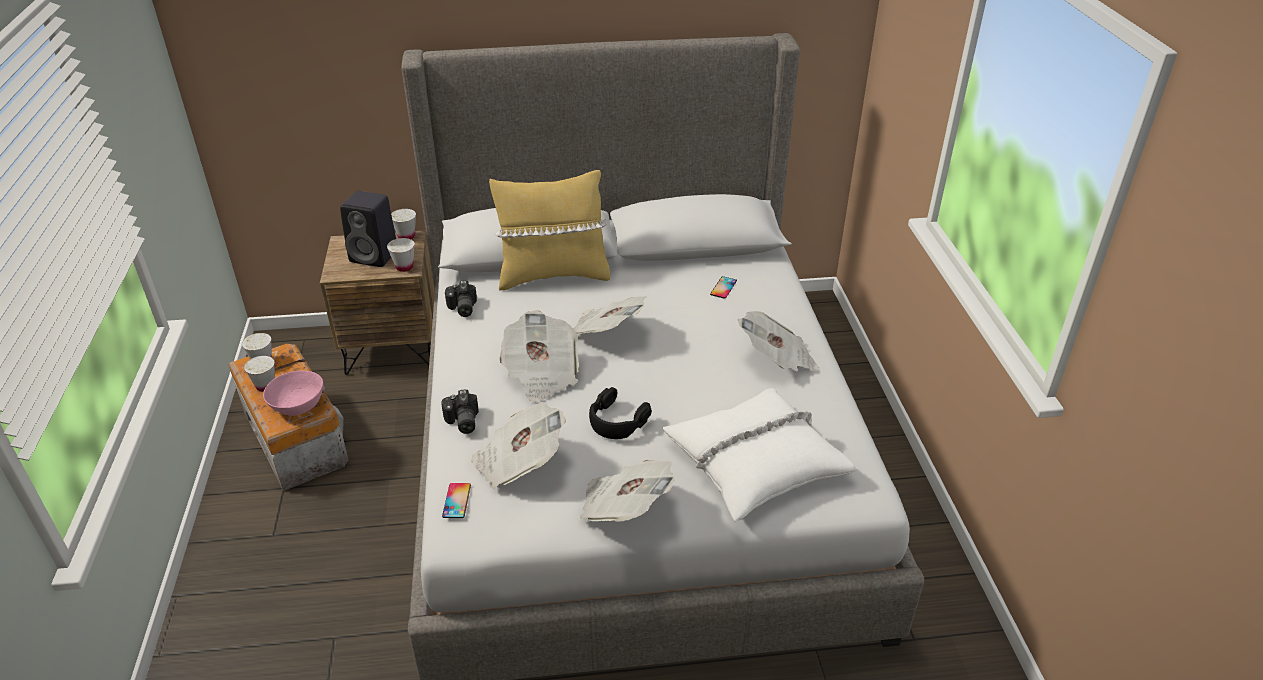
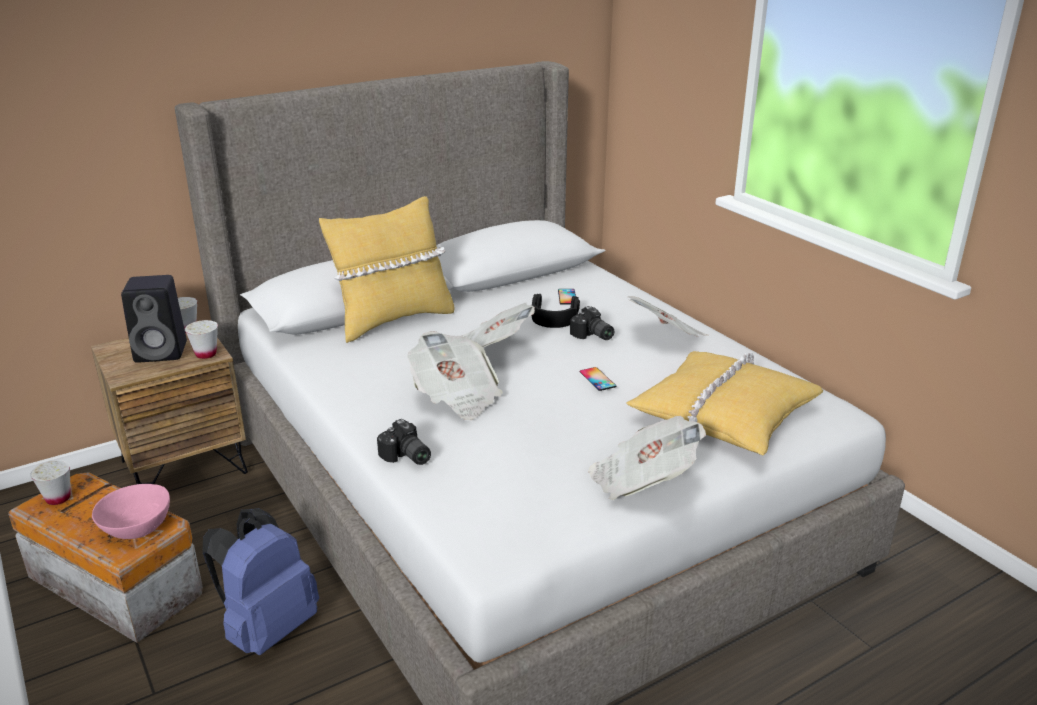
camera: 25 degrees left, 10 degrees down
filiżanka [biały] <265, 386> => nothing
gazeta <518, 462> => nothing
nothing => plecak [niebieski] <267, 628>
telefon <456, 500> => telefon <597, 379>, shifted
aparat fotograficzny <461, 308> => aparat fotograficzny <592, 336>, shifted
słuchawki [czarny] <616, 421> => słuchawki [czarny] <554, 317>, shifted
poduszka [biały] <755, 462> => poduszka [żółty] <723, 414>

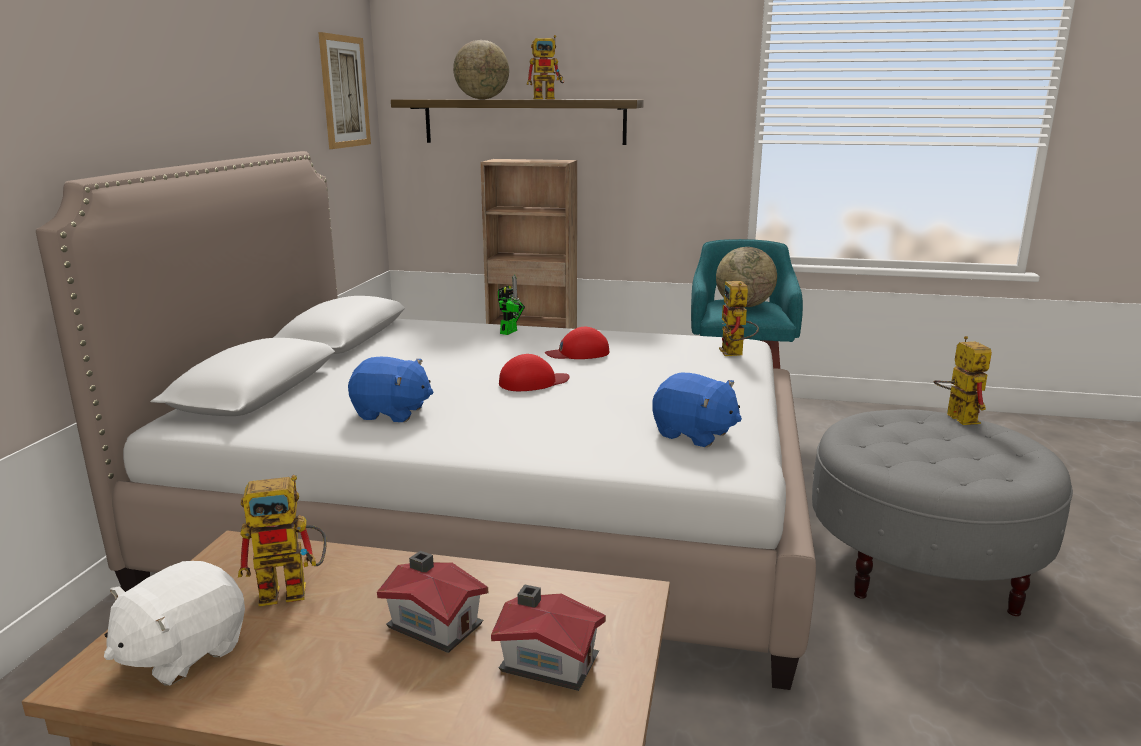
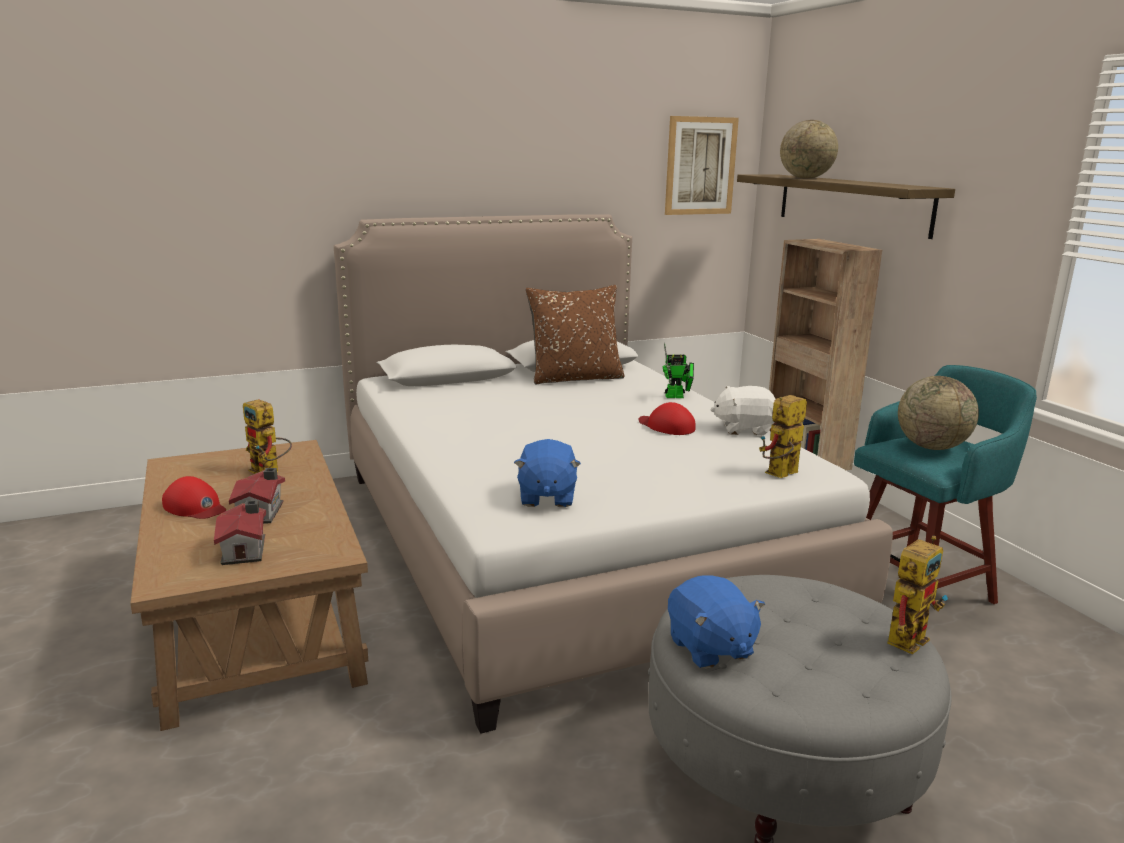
camera: 55 degrees right, 0 degrees up
robot zabawkowy <549, 99> => nothing
nothing => poduszka [brązowy] <575, 378>
pluszak [biały] <182, 653> => pluszak [biały] <744, 429>, shifted
pluszak [niebieski] <391, 413> => pluszak [niebieski] <710, 648>, shifted
czapka z daszkiem [czerwony] <533, 382> => czapka z daszkiem [czerwony] <195, 507>, shifted

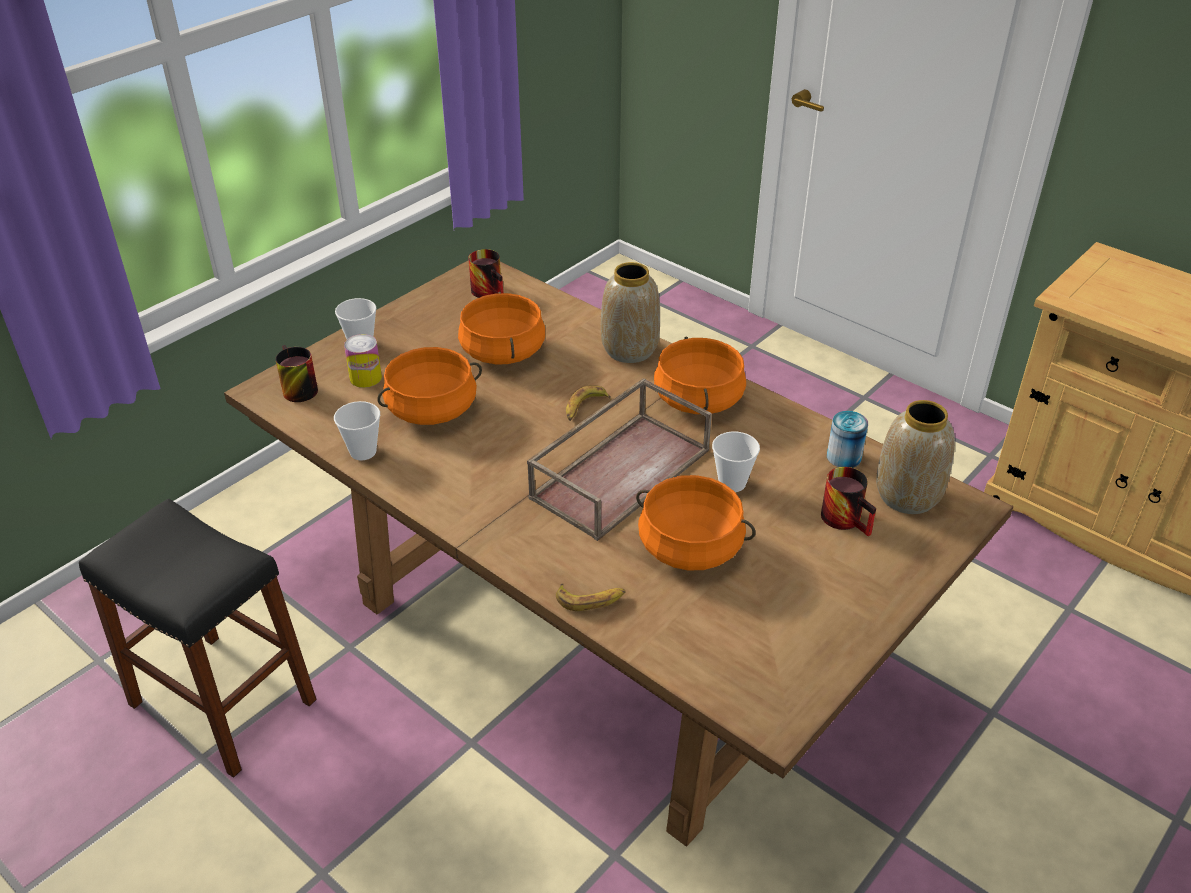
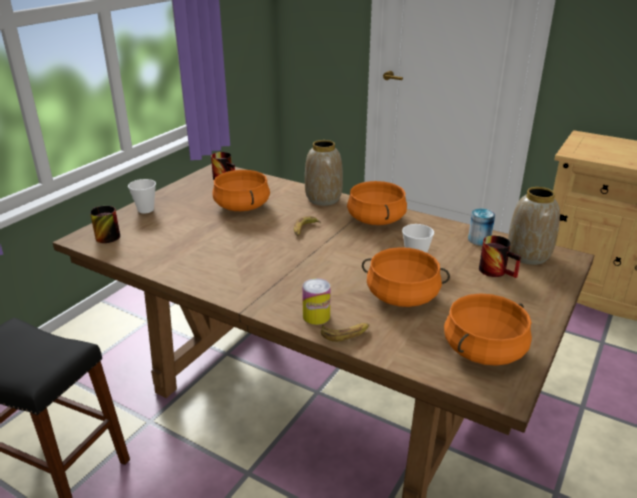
camera: 10 degrees left, 10 degrees down
filiżanka <363, 452> => nothing
taca [brązowy] <620, 472> => nothing
puszka <365, 378> => puszka <316, 316>, shifted
garnek [pomarańczowy] <432, 410> => garnek [pomarańczowy] <484, 350>, shifted

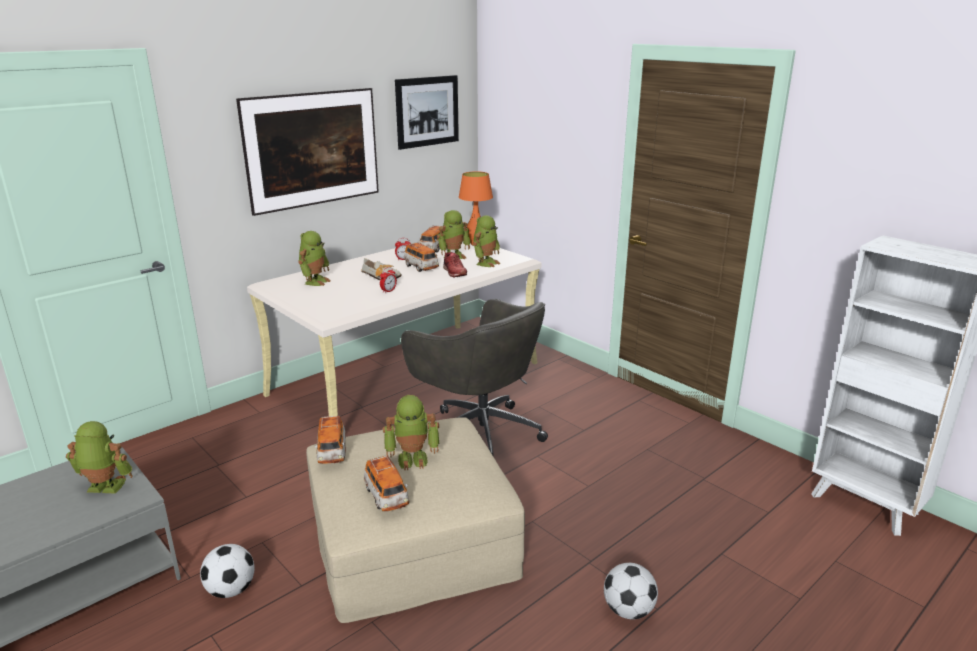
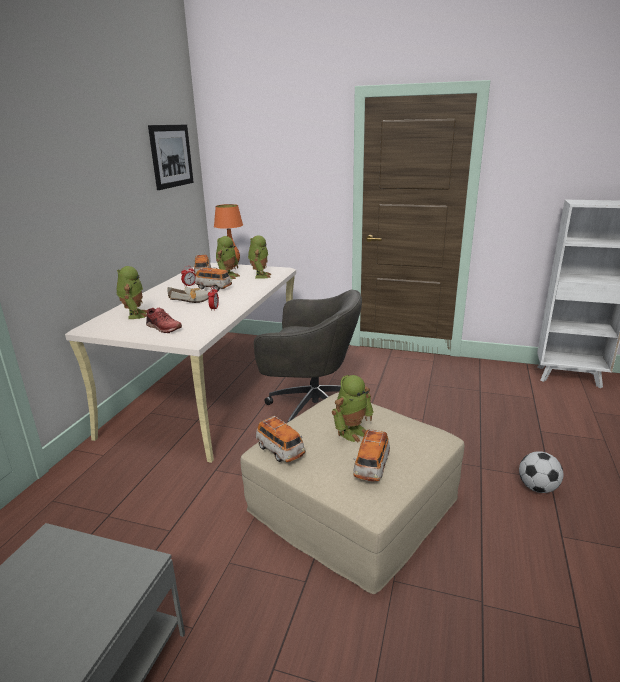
camera: 30 degrees left, 0 degrees up
robot zabawkowy <104, 488> => nothing
piłka futbolowa <231, 590> => nothing
obraz <315, 176> => nothing
but [czerwony] <454, 272> => but [czerwony] <163, 327>, shifted
samochodzik <386, 497> => samochodzik <371, 467>, 75 degrees clockwise

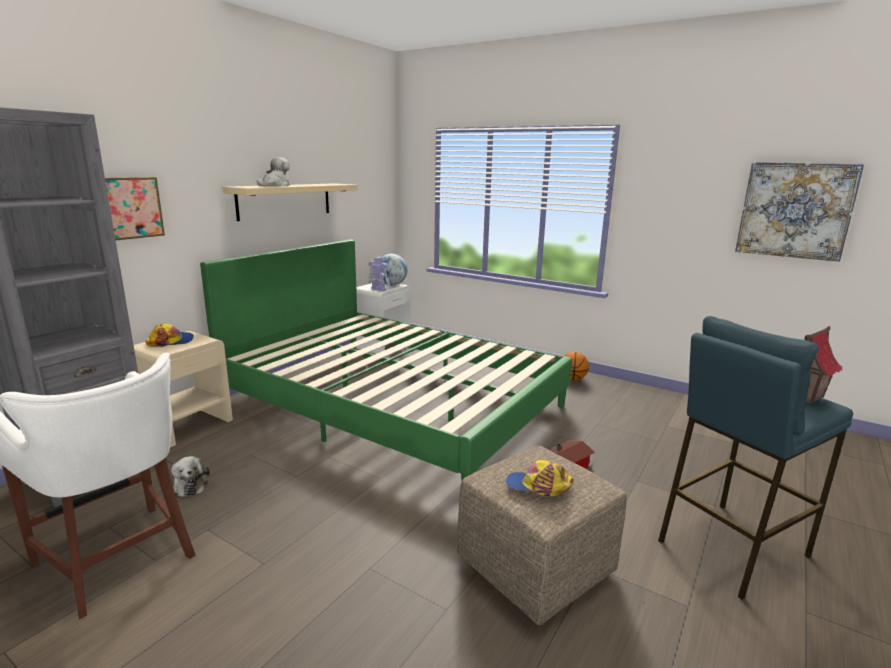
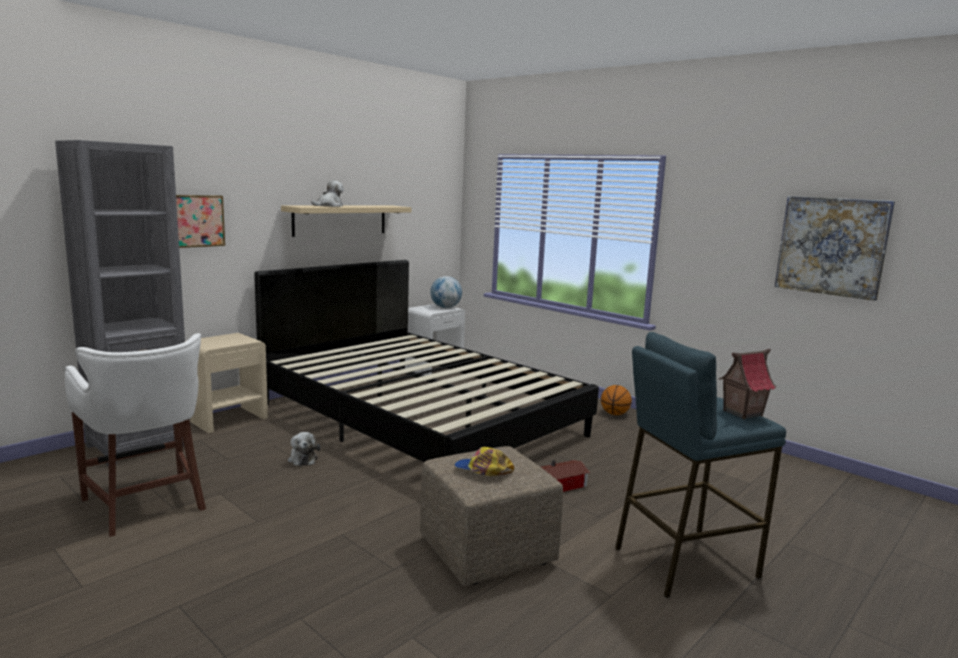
camera: 10 degrees right, 5 degrees down
czapka z daszkiem <171, 341> => nothing
robot zabawkowy <378, 289> => nothing
pluszak <189, 485> => pluszak <303, 458>, shifted
łóżko [zielony] <394, 403> => łóżko [czarny] <420, 419>

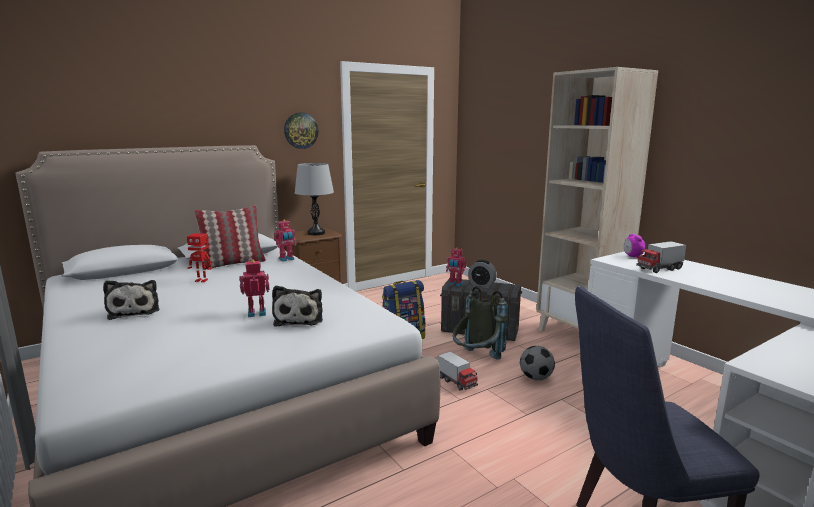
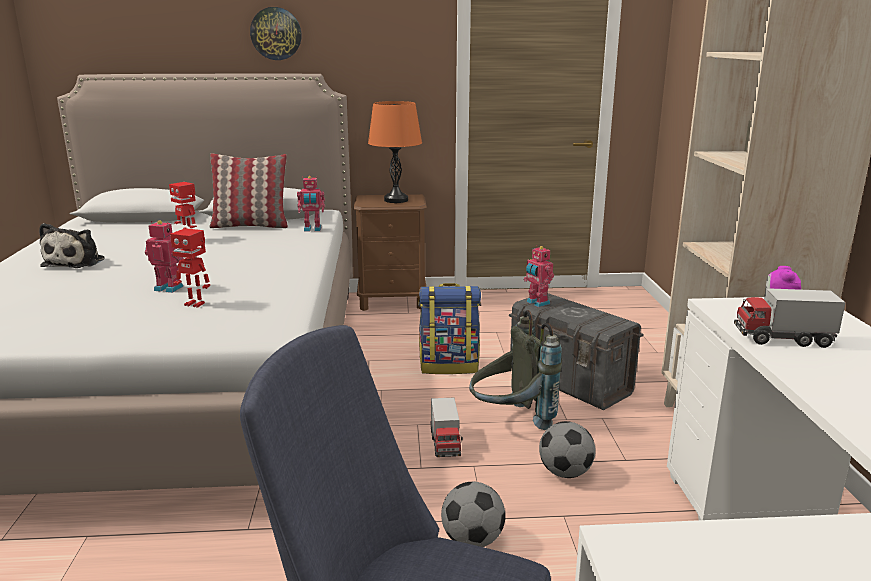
camera: 30 degrees right, 5 degrees up
budzik <481, 284> => nothing
nothing => piłka futbolowa <473, 540>
zegar ścienny <301, 130> => zegar ścienny <276, 33>, shifted
pluszak <299, 318> => robot zabawkowy <195, 304>
lampa stołowa [szary] <316, 233> => lampa stołowa [pomarańczowy] <396, 200>

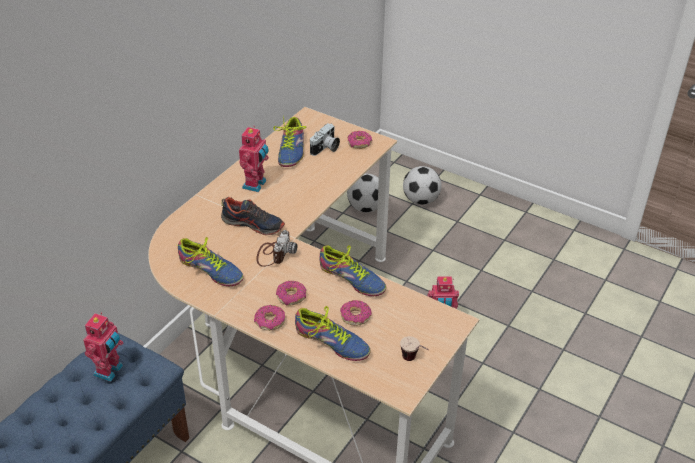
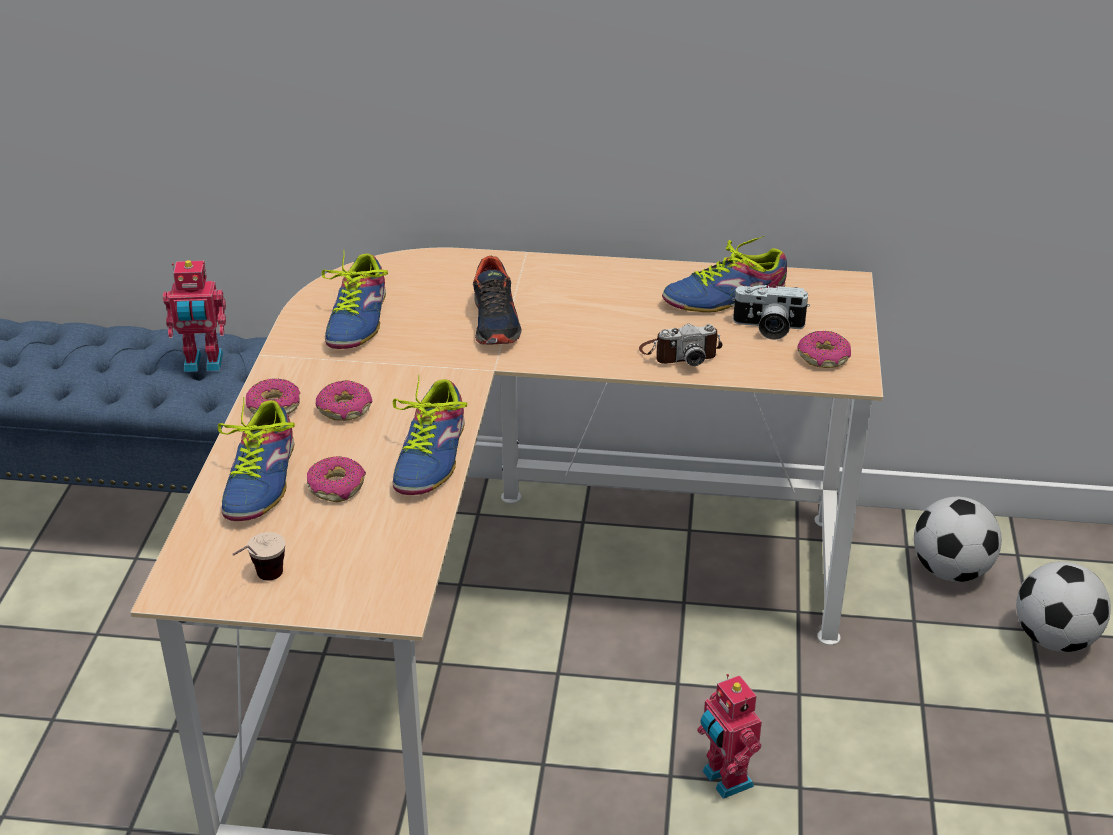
camera: 65 degrees right, 5 degrees down
robot zabawkowy <256, 185> => nothing
aparat fotograficzny <274, 253> => aparat fotograficzny <680, 353>, shifted

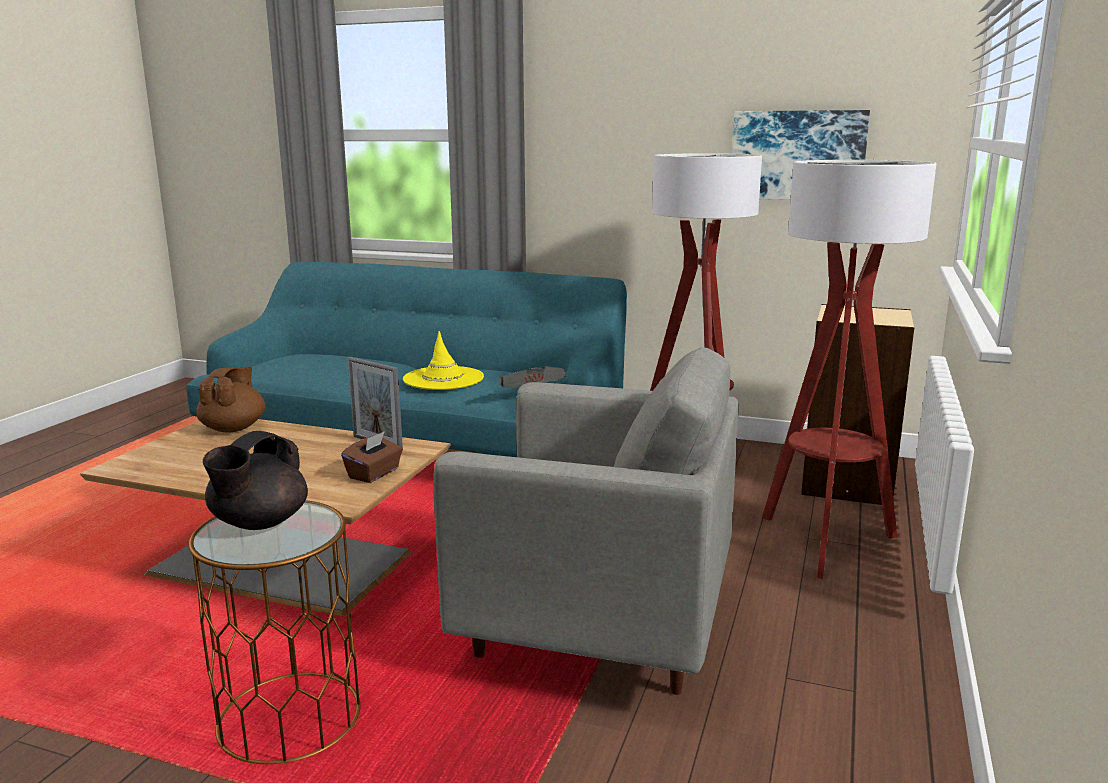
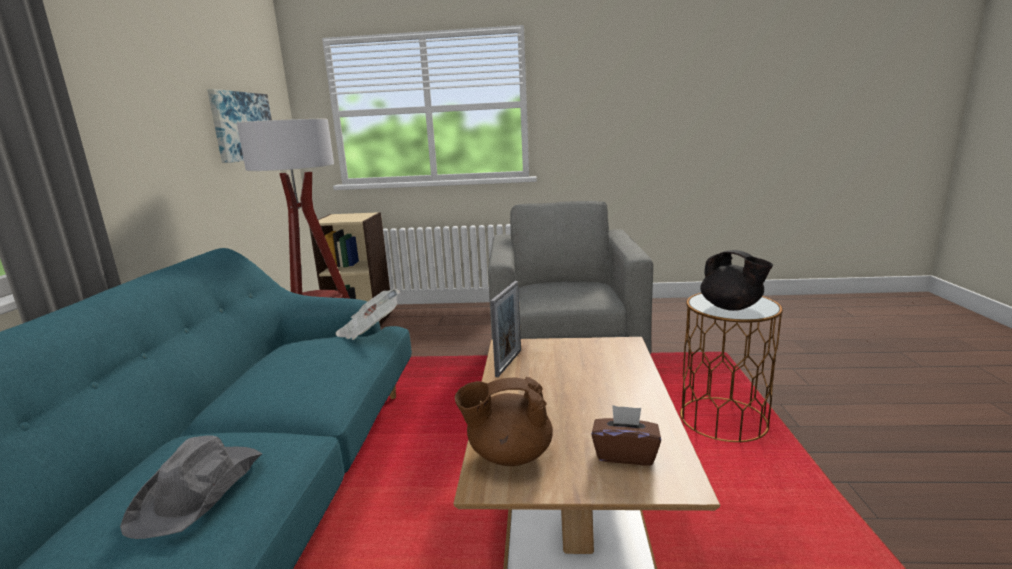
camera: 105 degrees left, 0 degrees up
kapelusz [żółty] <443, 379> => nothing
lampa stojąca <825, 542> => nothing
nothing => kapelusz [szary] <200, 490>
pudełko chusteczek [brązowy] <374, 474> => pudełko chusteczek [brązowy] <625, 454>, shifted
imbryk [czarny] <259, 523> => imbryk [czarny] <731, 307>, 45 degrees clockwise

